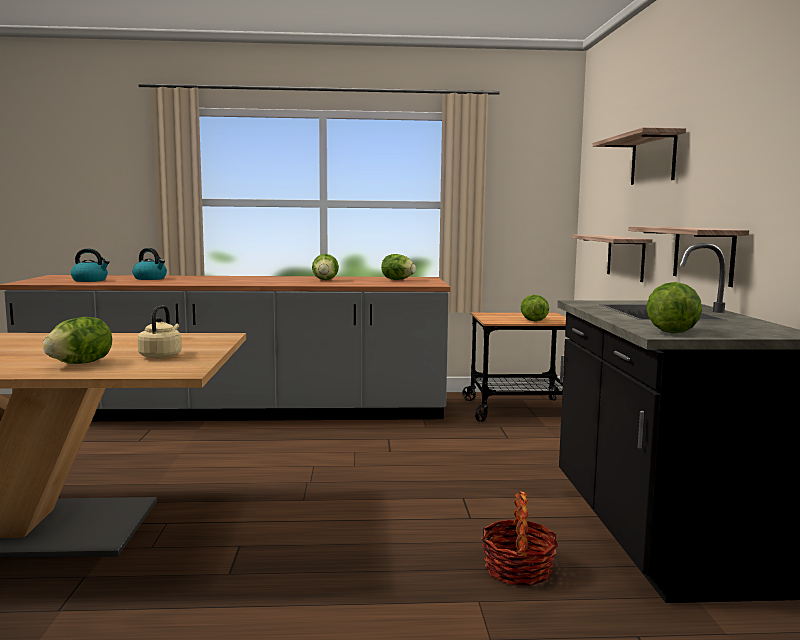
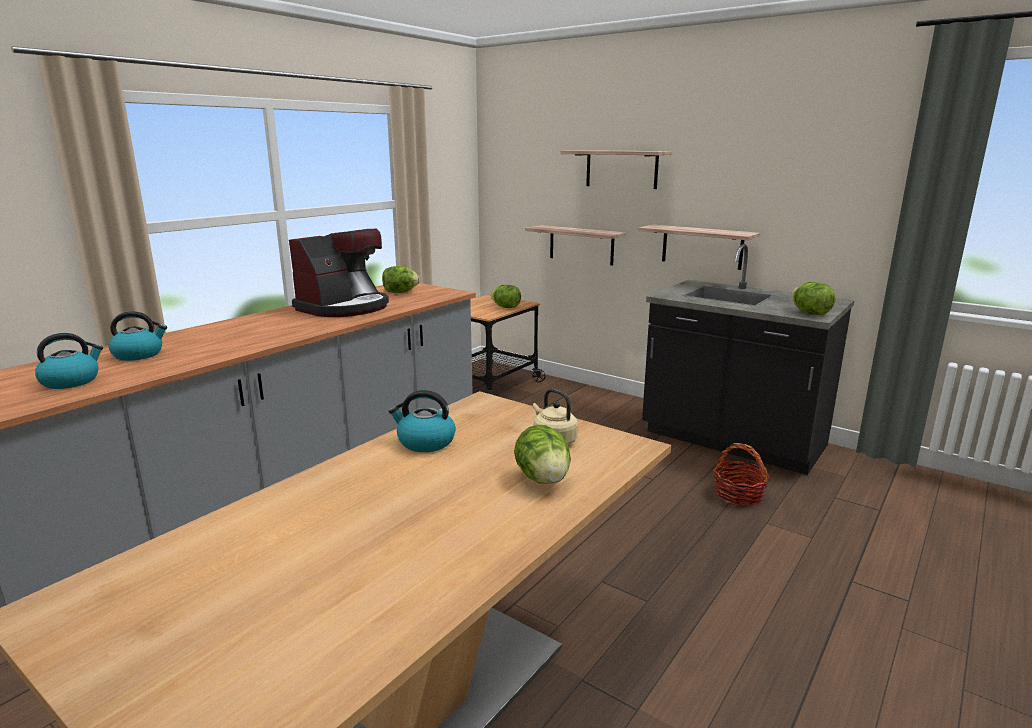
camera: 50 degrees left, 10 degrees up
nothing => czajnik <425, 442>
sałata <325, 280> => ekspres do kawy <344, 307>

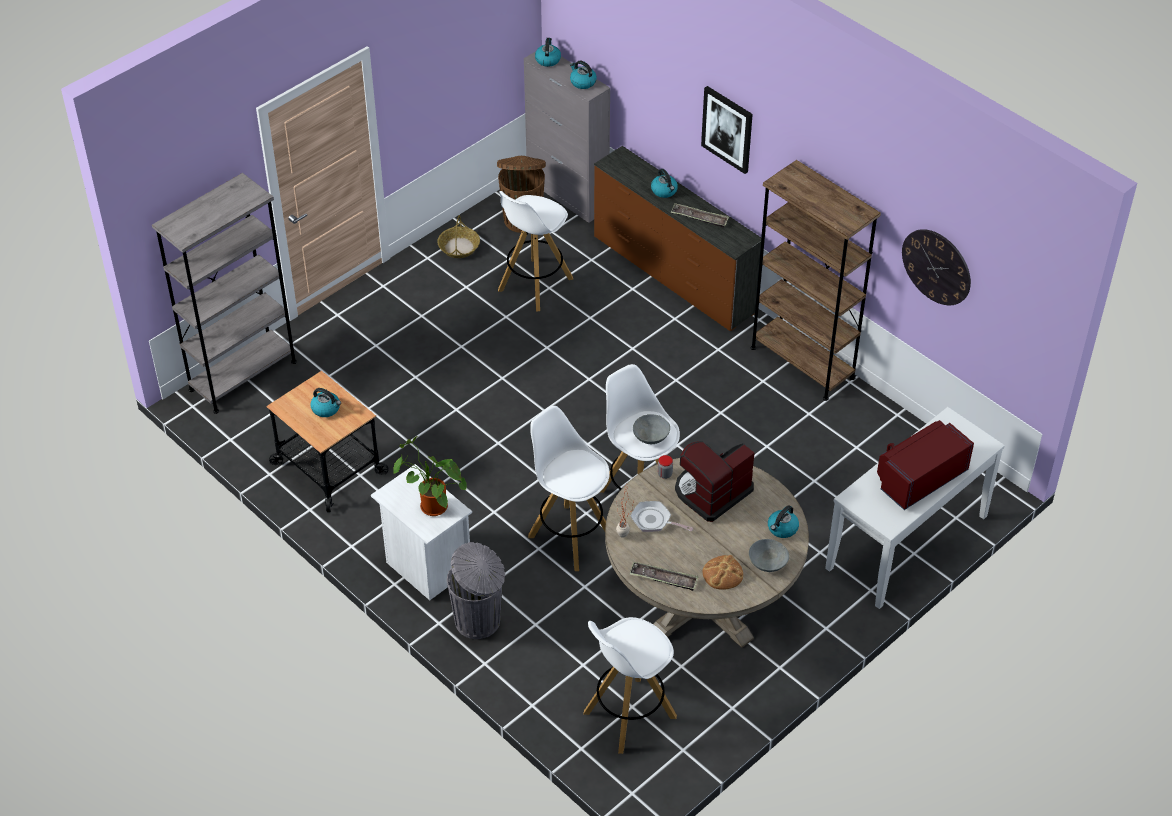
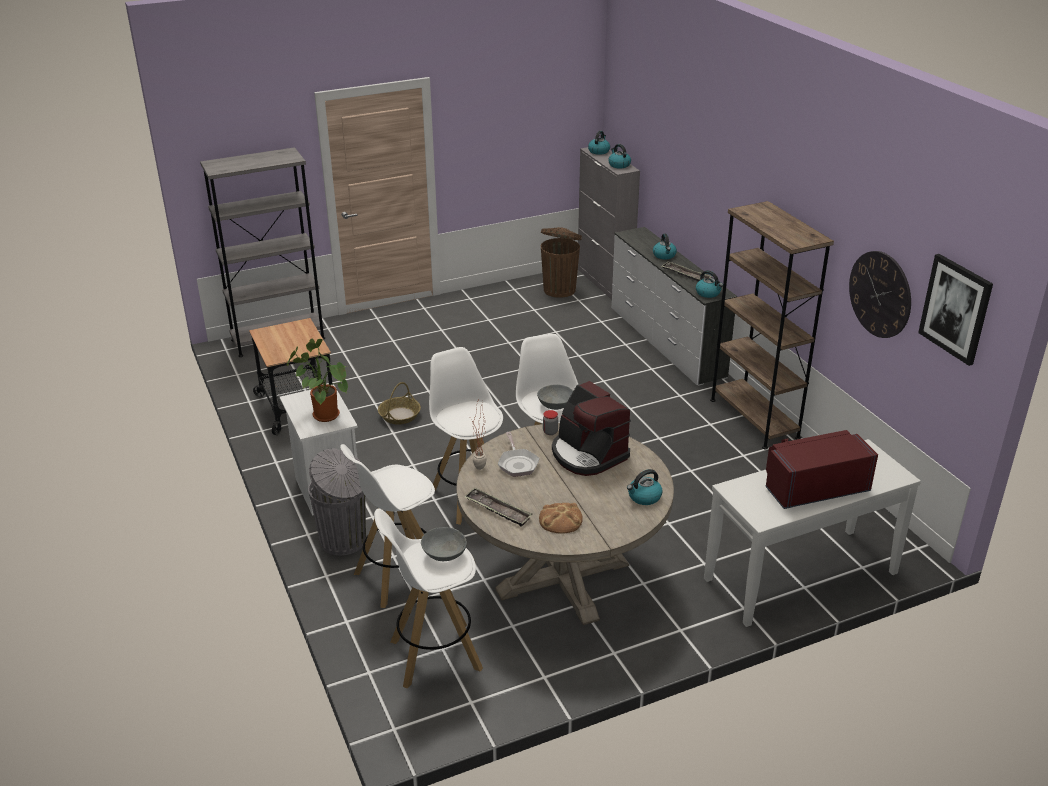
camera: 20 degrees right, 15 degrees down
czajnik <326, 409> => czajnik <708, 293>, shifted
koszyk <459, 247> => koszyk <399, 415>, shifted
stołek [biały] <534, 285> => stołek [biały] <398, 577>, shifted
obraz <727, 129> => obraz <956, 308>, shifted
miska [szary] <767, 563> => miska [szary] <443, 554>, shifted
komoda [brązowy] <673, 274> => komoda [biały] <666, 342>
patelnia <654, 520> => patelnia <517, 463>, 150 degrees counterclockwise
ekspres do kawy <711, 492> => ekspres do kawy <588, 454>, 105 degrees counterclockwise

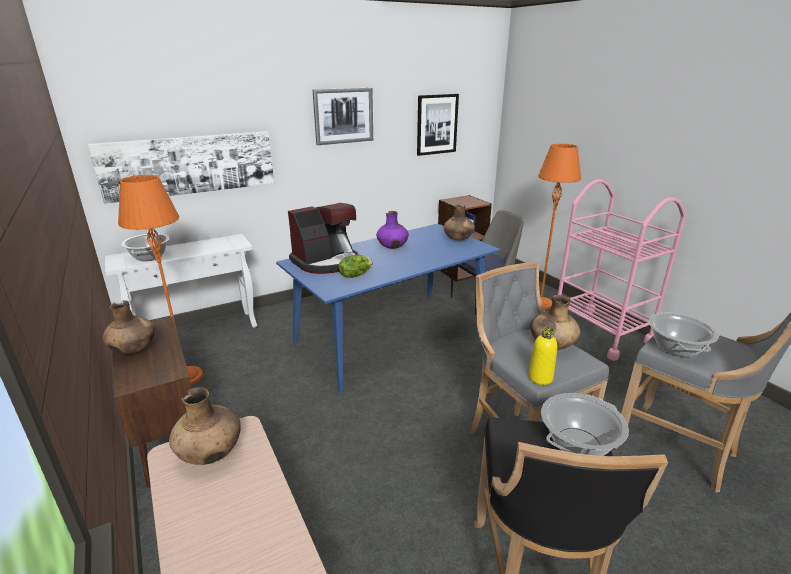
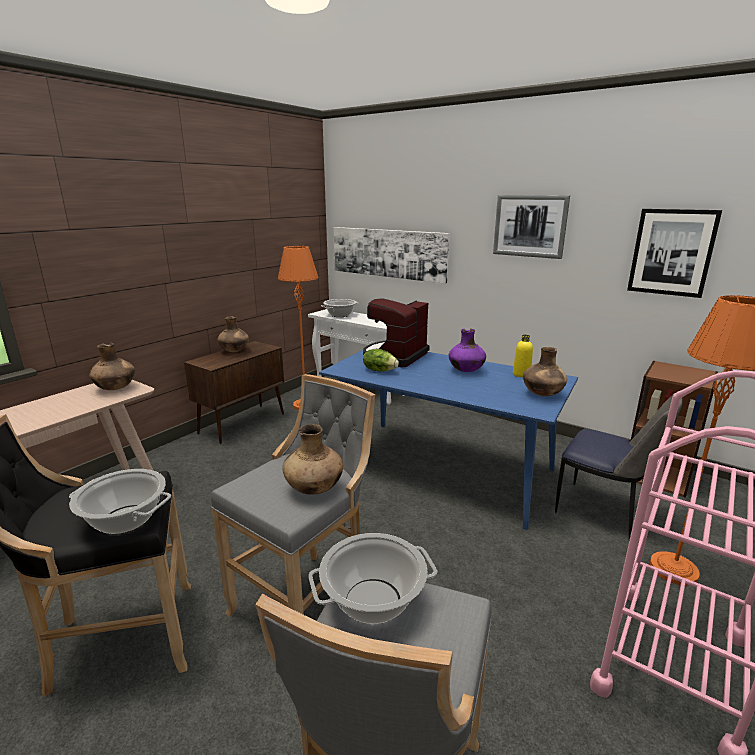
camera: 65 degrees right, 5 degrees down
butelka [żółty] <540, 378> => butelka [żółty] <521, 374>, shifted
ekspres do kawy <327, 262> => ekspres do kawy <395, 356>, 90 degrees clockwise

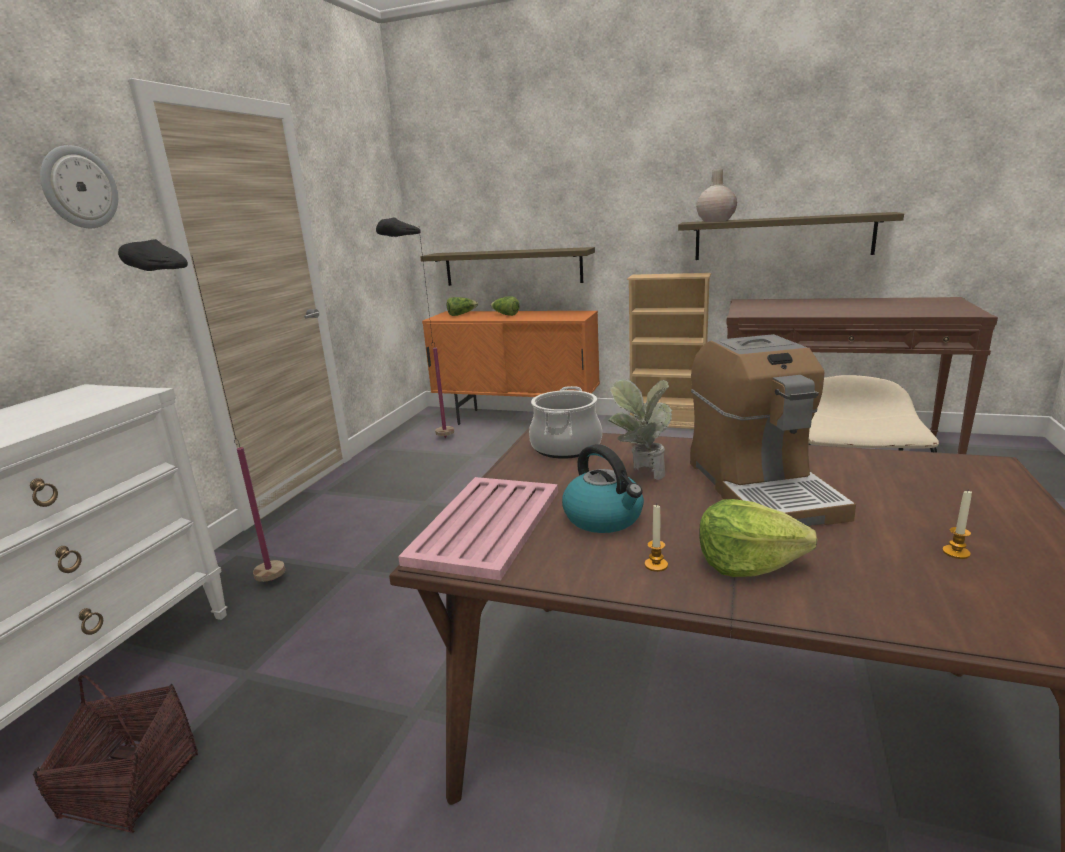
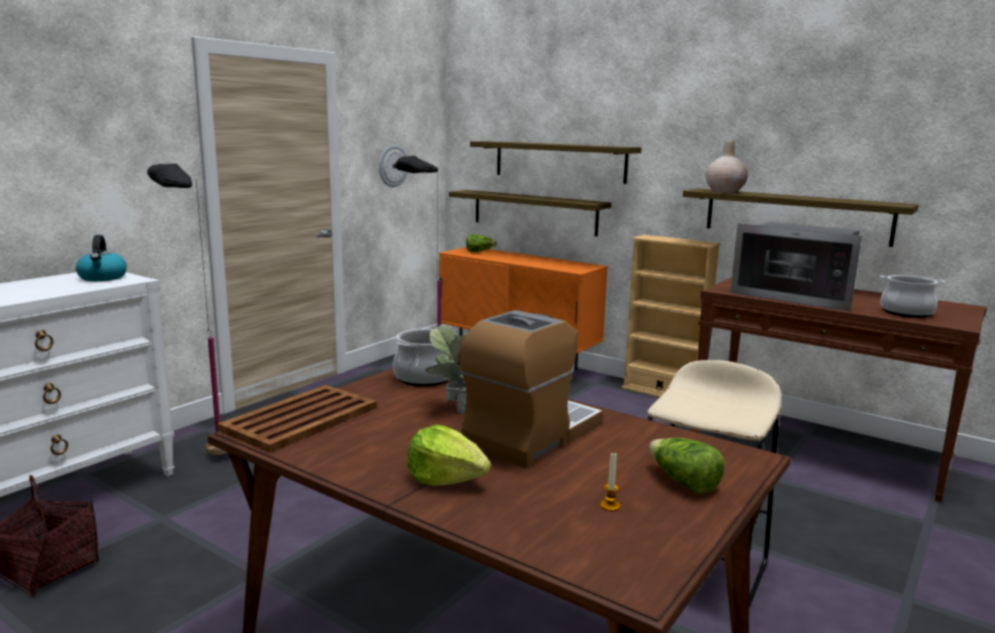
camera: 15 degrees right, 5 degrees down
świeca <656, 565> => nothing
nothing => półka <559, 161>
nothing => mikrofalówka <796, 296>
nothing => garnek <906, 312>
zegar ścienny <79, 187> => zegar ścienny <392, 166>, shifted
sałata <505, 315> => sałata <683, 482>, shifted
czajnik <604, 518> => czajnik <103, 278>, shifted
taca [różowy] <487, 524> => taca [brązowy] <302, 418>
ekspres do kawy <761, 488> => ekspres do kawy <531, 435>, 150 degrees counterclockwise

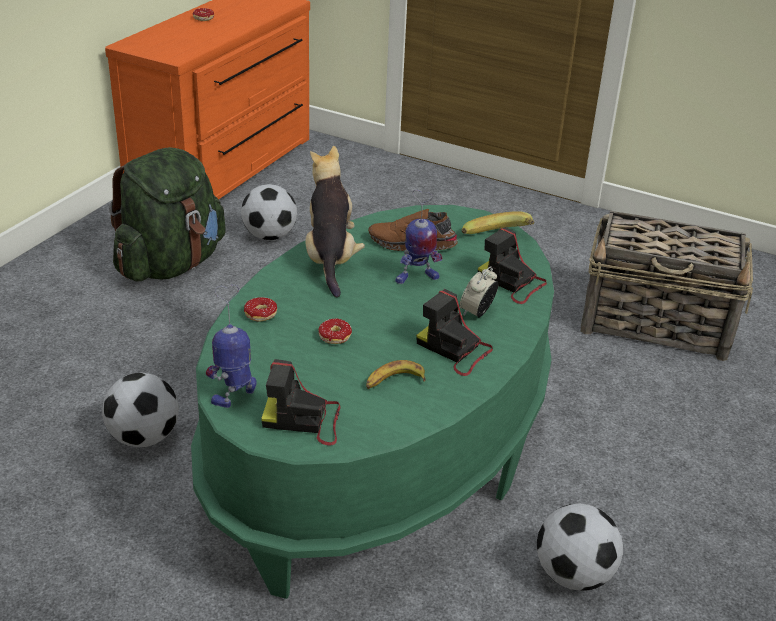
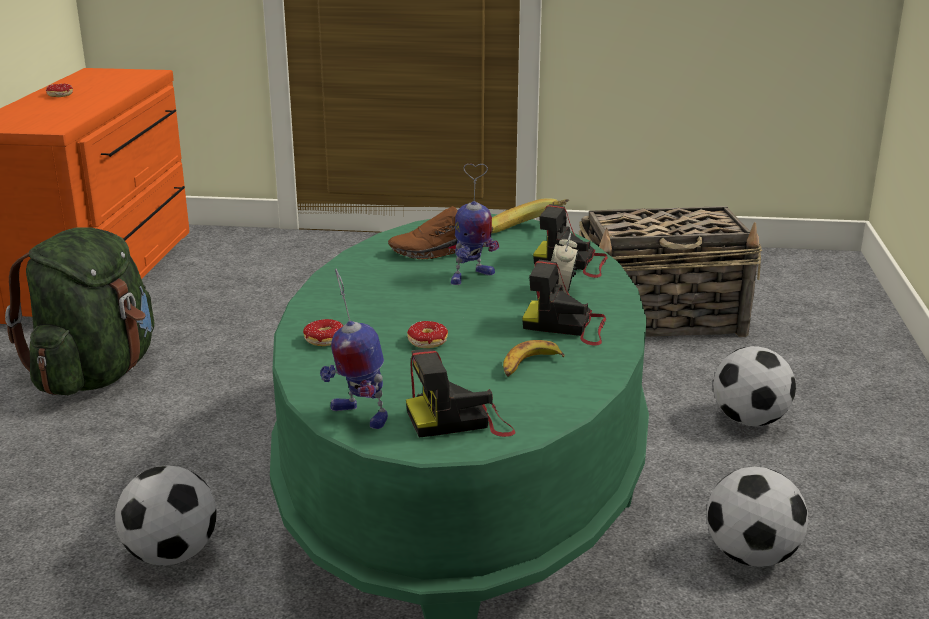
camera: 20 degrees left, 10 degrees down
pluszak <330, 258> => nothing
piłka futbolowa <270, 236> => piłka futbolowa <750, 420>, shifted
robot zabawkowy <236, 394> => robot zabawkowy <358, 415>, 75 degrees counterclockwise

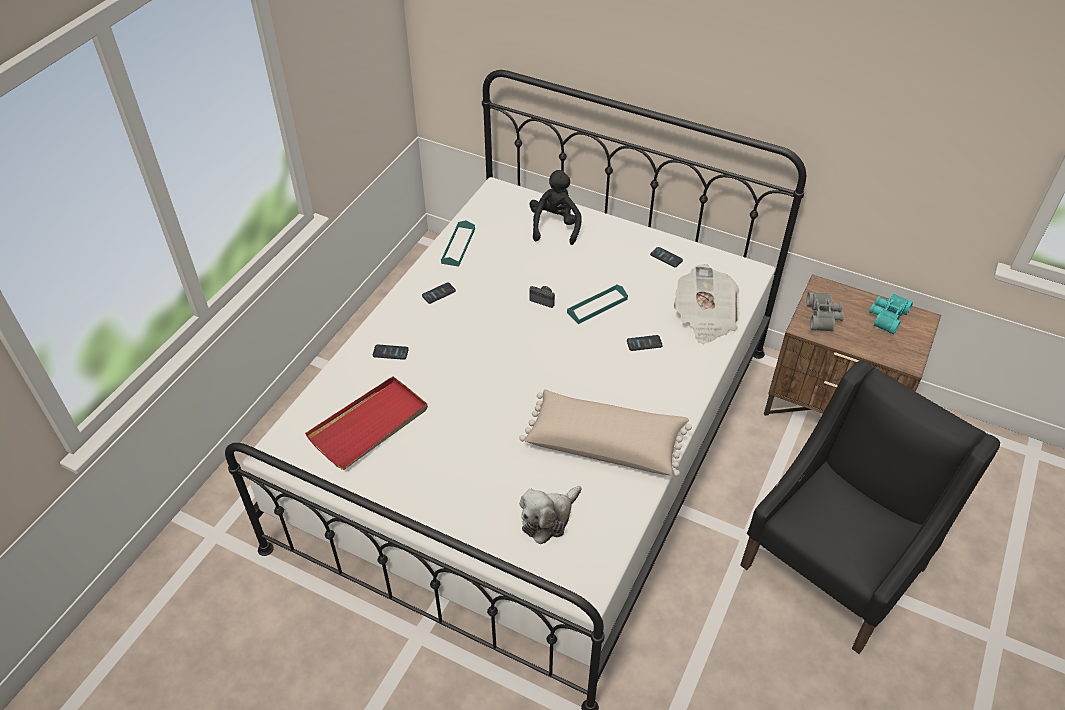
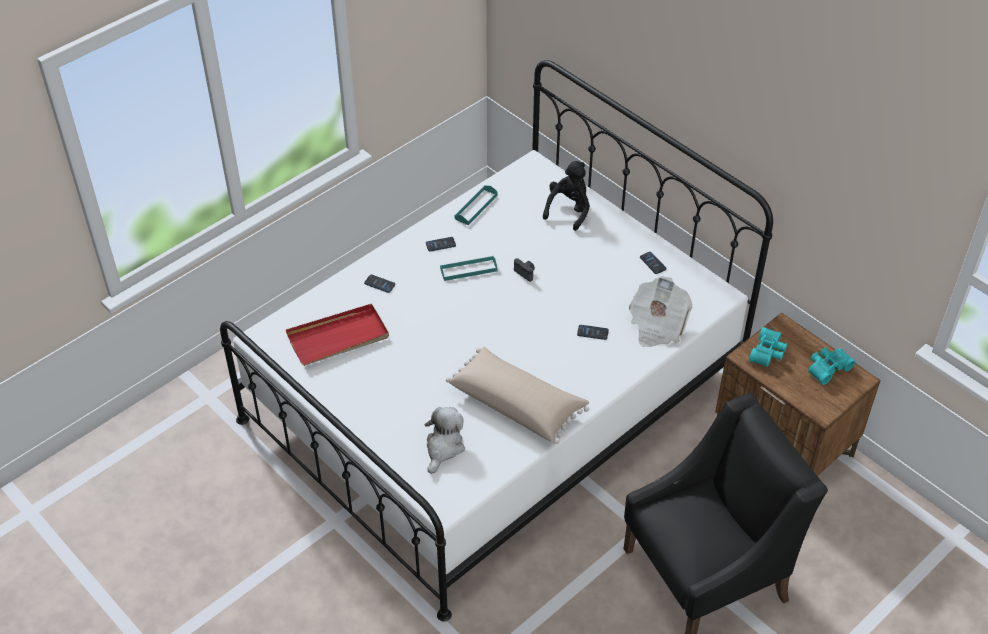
camera: 20 degrees right, 0 degrees up
taca [turkusowy] <597, 306> => taca [turkusowy] <468, 270>, shifted
lornetka [szary] <824, 316> => lornetka [turkusowy] <768, 352>
pluszak <548, 518> => pluszak <443, 447>, 135 degrees clockwise

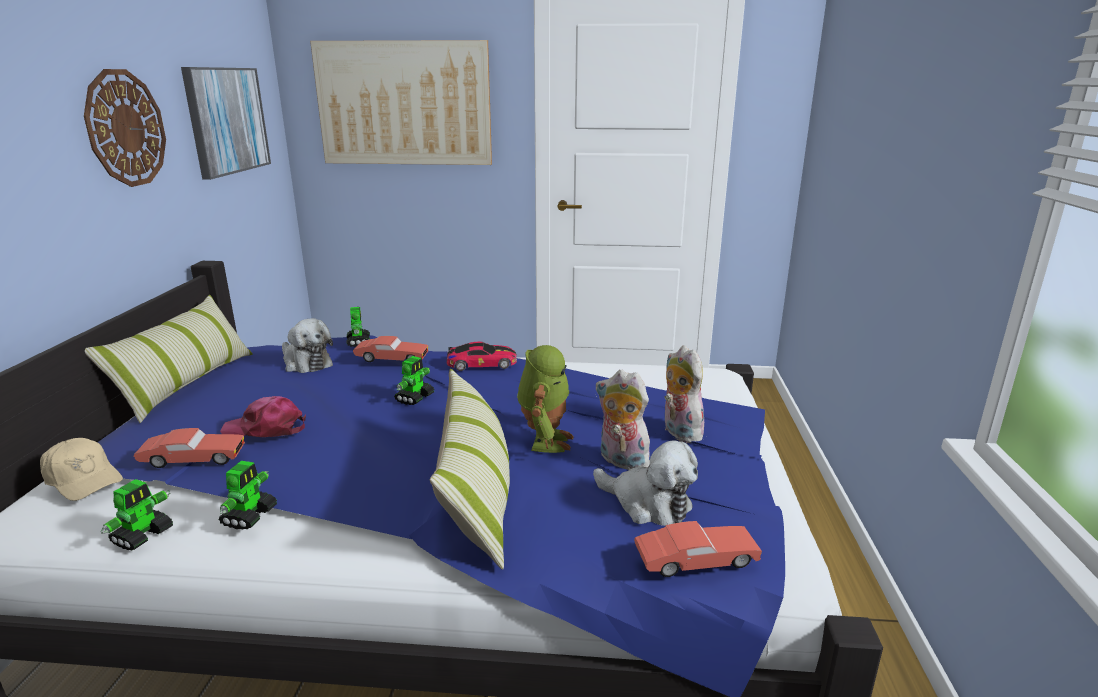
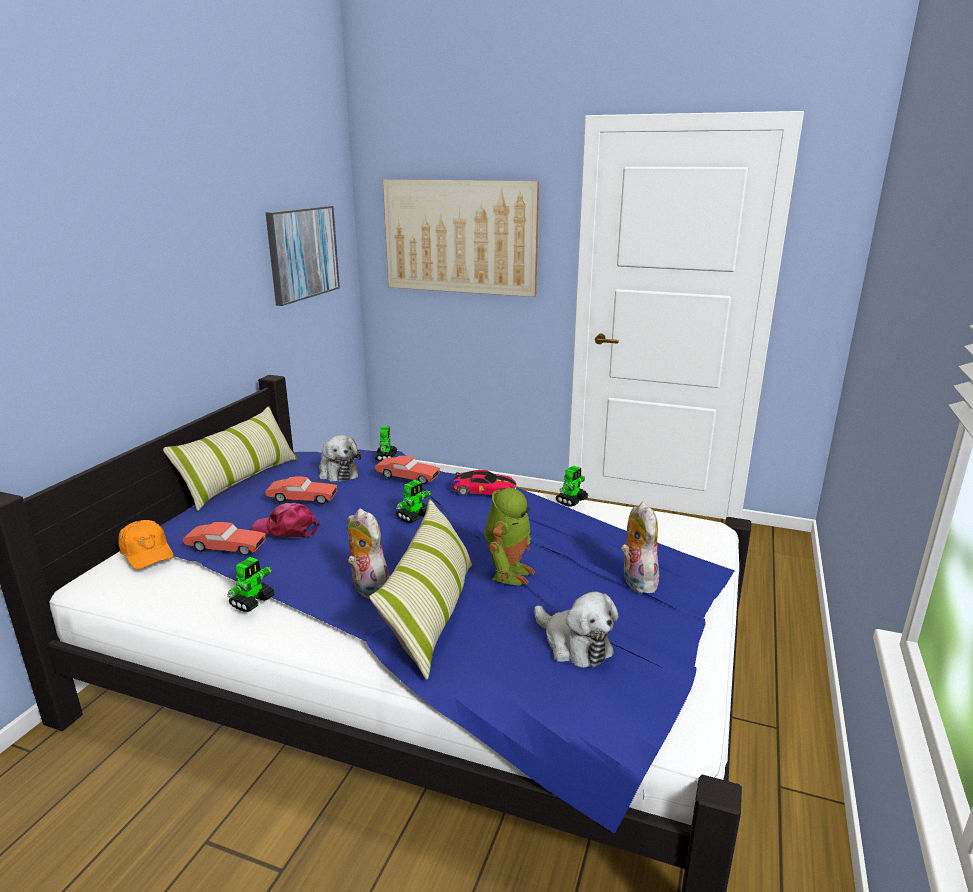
camera: 15 degrees right, 0 degrees up
zegar ścienny <125, 128> => nothing
robot zabawkowy <143, 535> => robot zabawkowy <571, 500>, shifted
pluszak <621, 462> => pluszak <367, 589>, shifted
samochodzik [czerwony] <695, 562> => samochodzik [czerwony] <302, 499>, shifted
czapka z daszkiem [beżowy] <83, 479> => czapka z daszkiem [pomarańczowy] <147, 552>

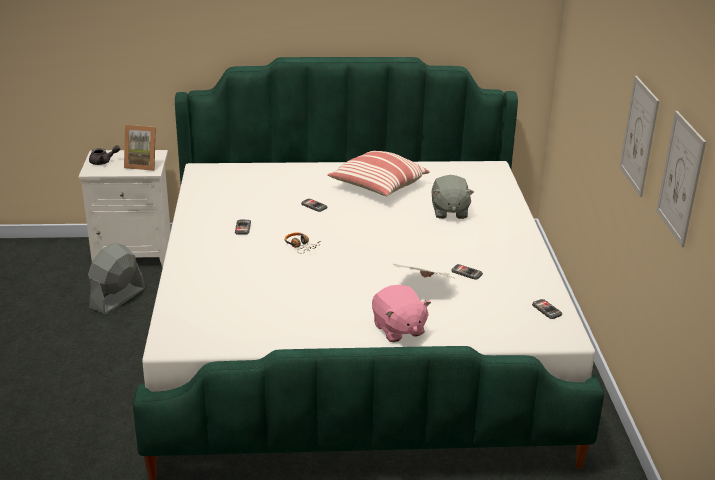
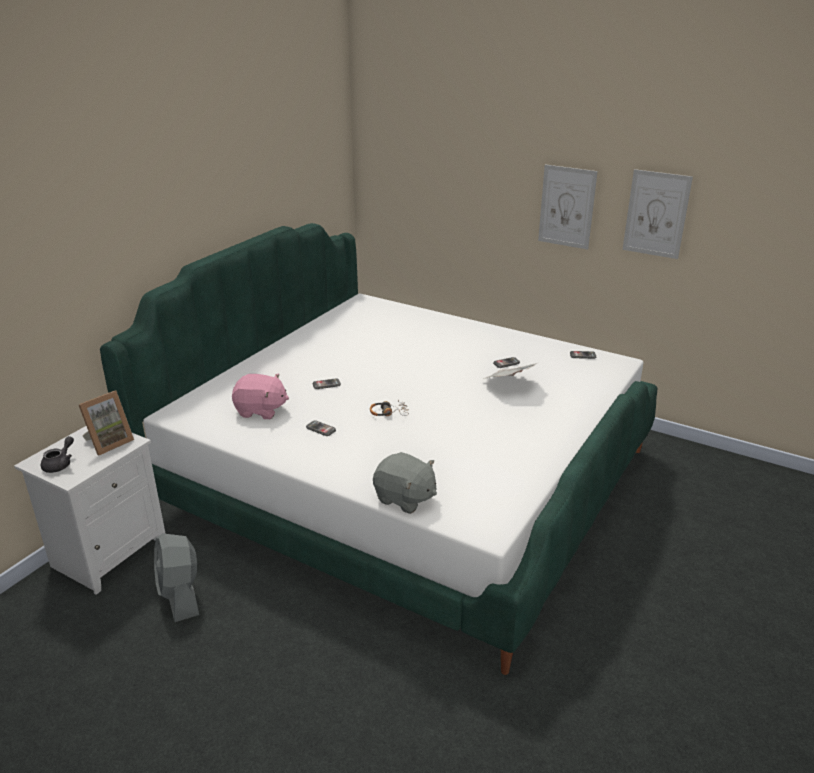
camera: 55 degrees left, 0 degrees up
poduszka <378, 186> => nothing
pluszak [różowy] <398, 329> => pluszak [różowy] <261, 411>, shifted
pluszak [szary] <449, 211> => pluszak [szary] <405, 498>, shifted

